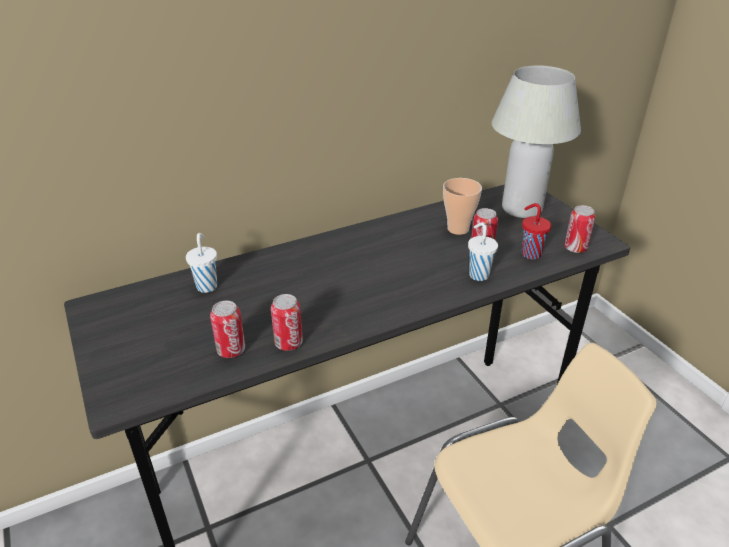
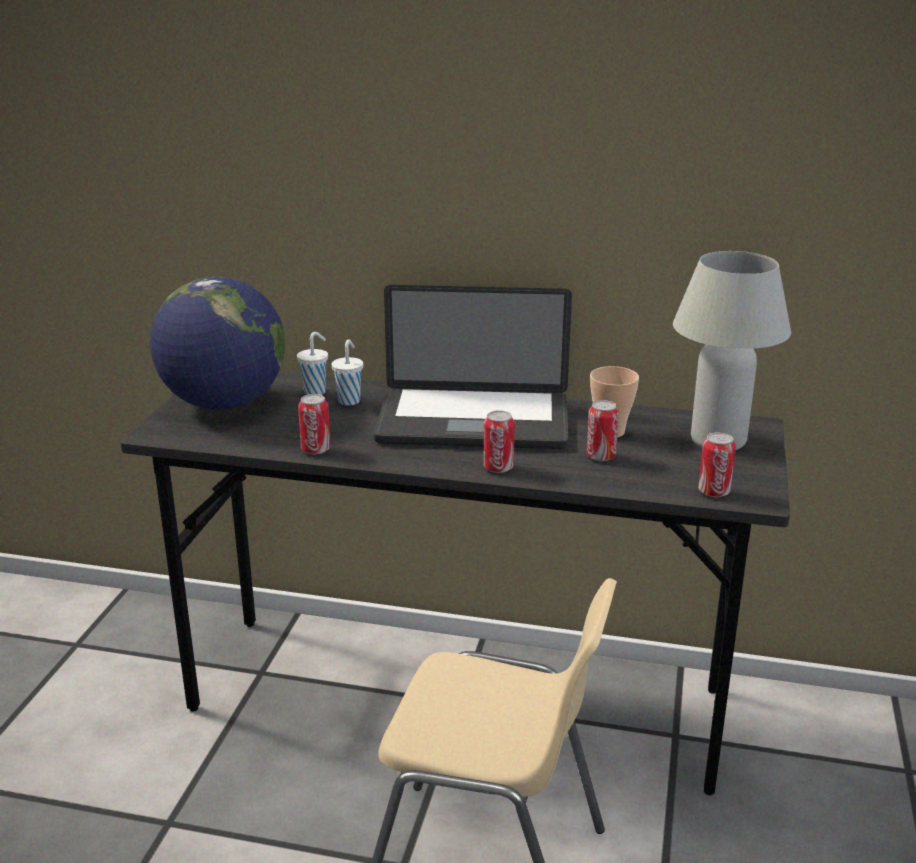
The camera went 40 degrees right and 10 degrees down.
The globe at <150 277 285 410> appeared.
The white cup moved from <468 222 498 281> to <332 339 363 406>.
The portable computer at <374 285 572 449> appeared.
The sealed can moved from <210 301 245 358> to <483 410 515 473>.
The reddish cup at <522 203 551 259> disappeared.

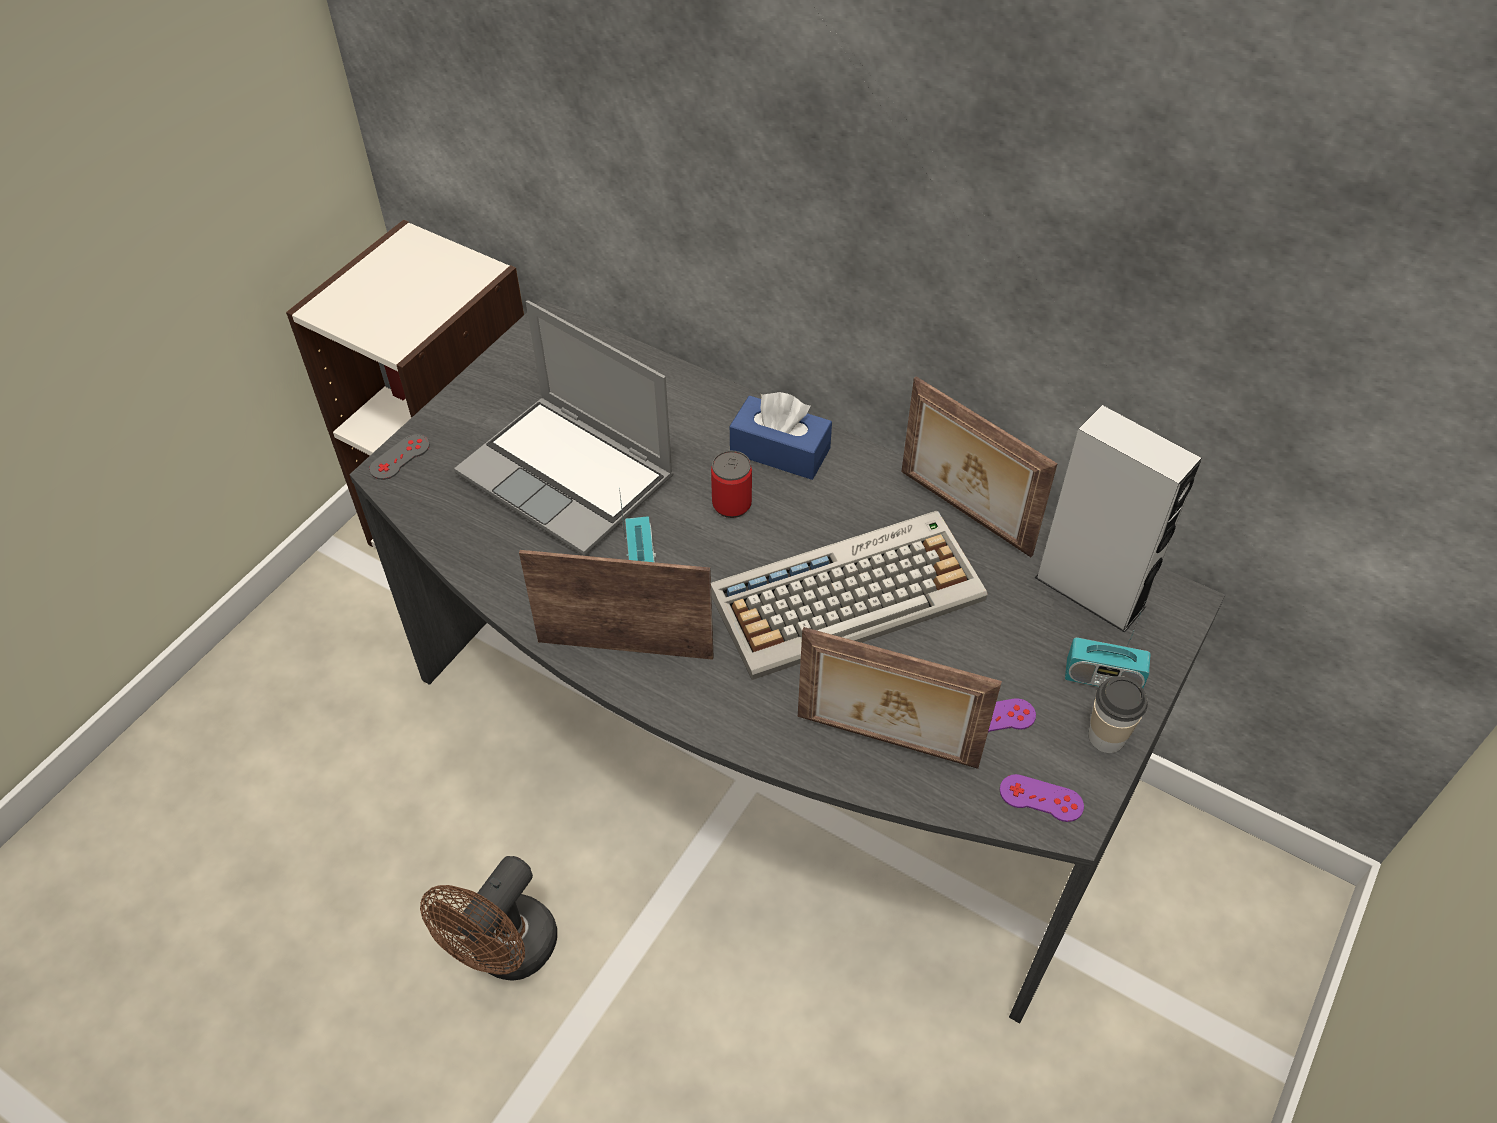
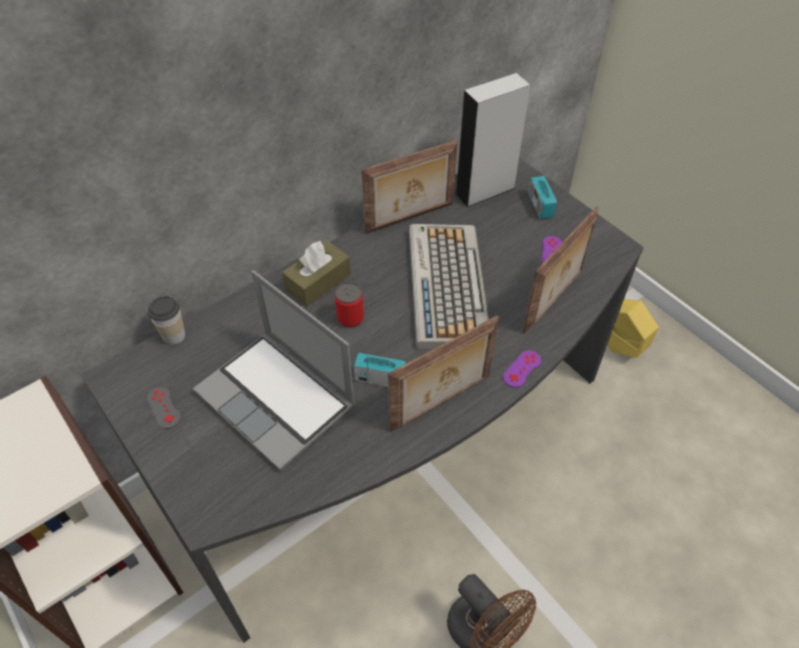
The camera went 70 degrees left and 0 degrees up.
The grey game controller moved from <369 434 430 480> to <147 387 181 429>.
The cup moved from <1088 676 1148 753> to <148 296 185 345>.
The portable computer at <454 301 673 556> turned 75 degrees clockwise.
The bluish tissue box at <730 392 832 480> became the brown tissue box at <282 240 351 307>.
The standing frame at <519 550 714 660> turned 150 degrees counterclockwise.
The purple game controller moved from <1000 774 1084 822> to <503 350 541 388>.
The radio at <1065 602 1151 688> turned 135 degrees clockwise.
The yellowish planter at <607 299 659 358> appeared.

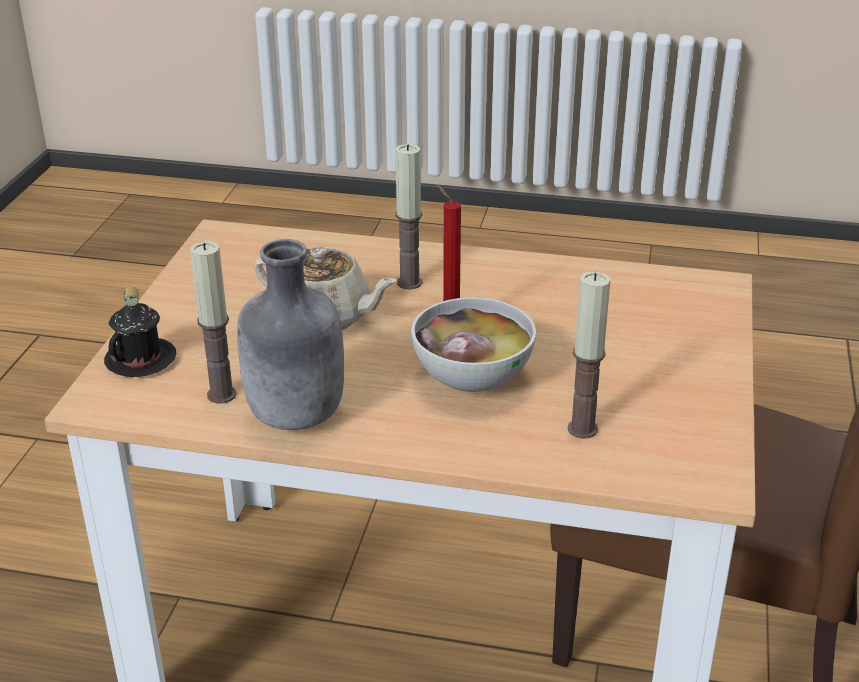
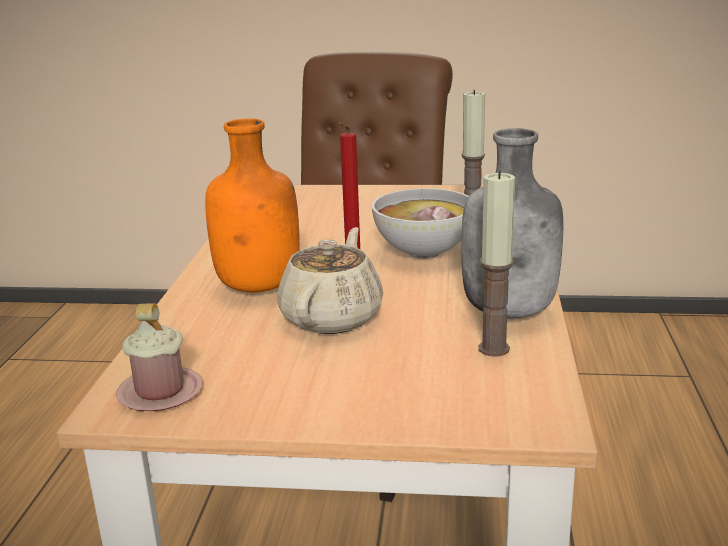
The camera went 95 degrees left and 10 degrees down.
The pink-coloured tea mug at <116 303 203 411> appeared.
The candle at <395 144 422 290> was replaced by the orange beverage bottle at <205 119 300 293>.
The black tea mug at <104 287 177 377> disappeared.

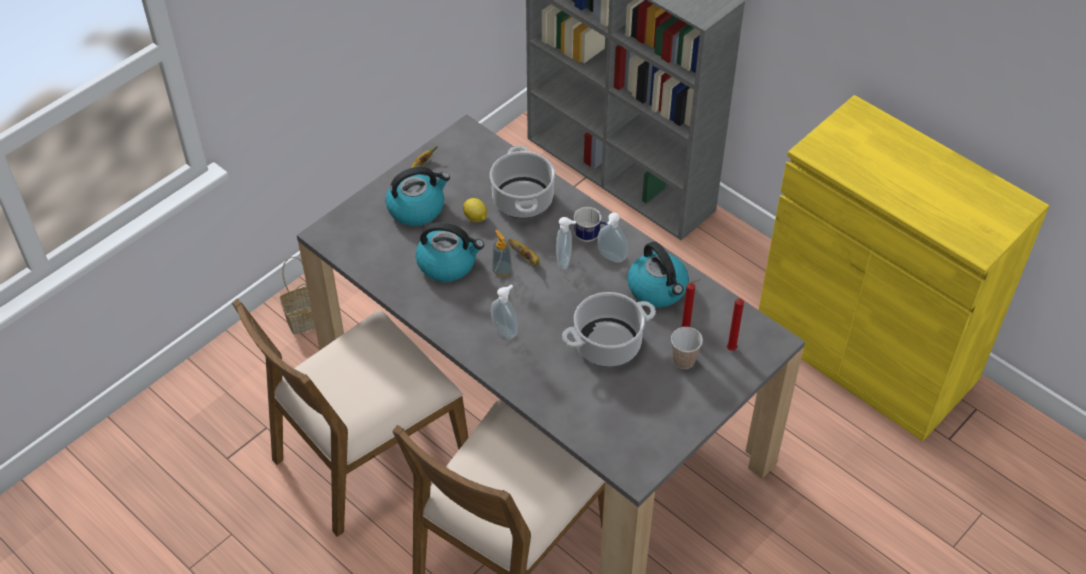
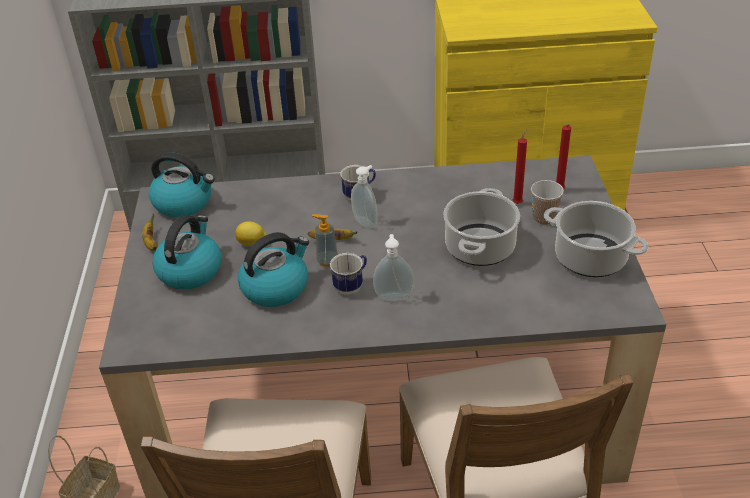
The camera went 45 degrees left and 10 degrees down.
The tea kettle moved from <627 241 689 307> to <149 152 215 217>.
The tea mug at <330 253 367 295> appeared.
The saucepot moved from <490 146 555 218> to <544 201 649 277>.
The liquid soap bottle at <598 213 628 263> disappeared.

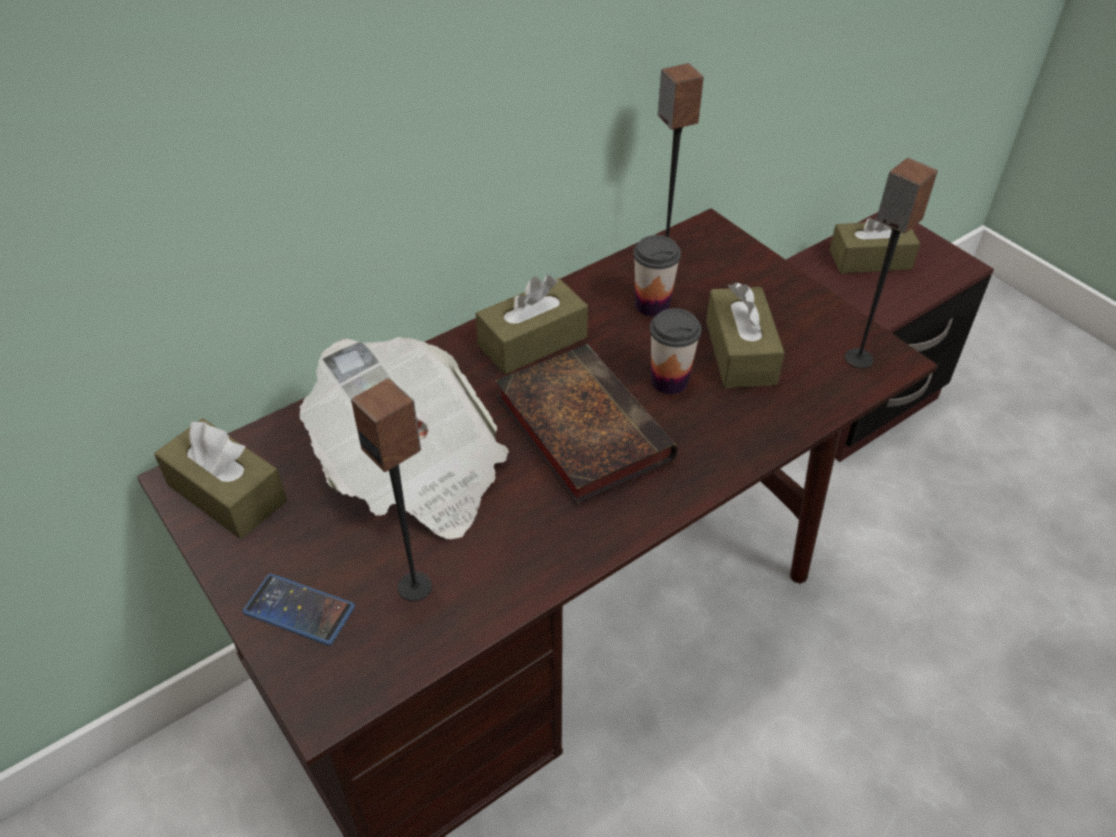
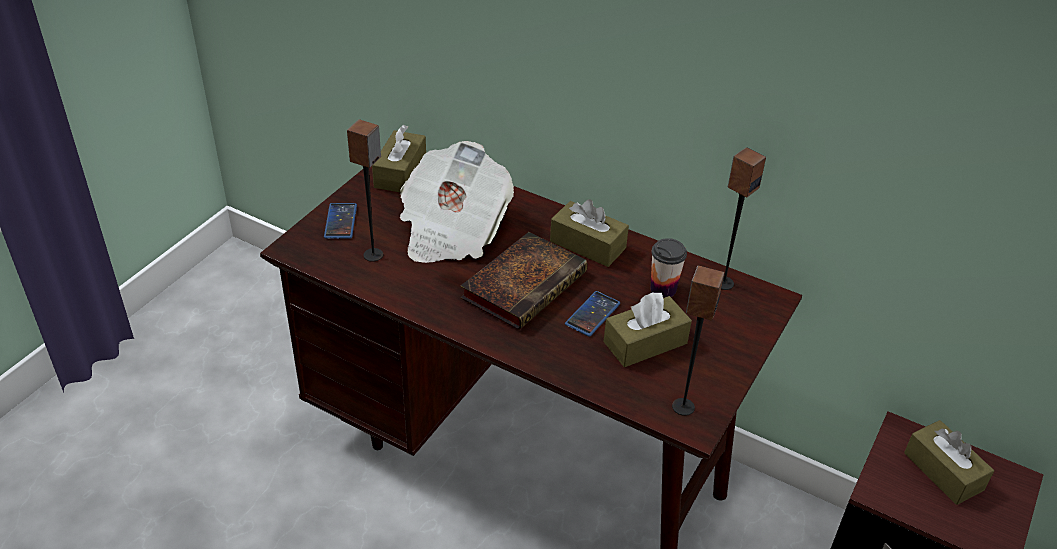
The camera went 65 degrees right and 5 degrees down.
The cup at <650 308 701 394> was replaced by the handset at <565 291 620 337>.

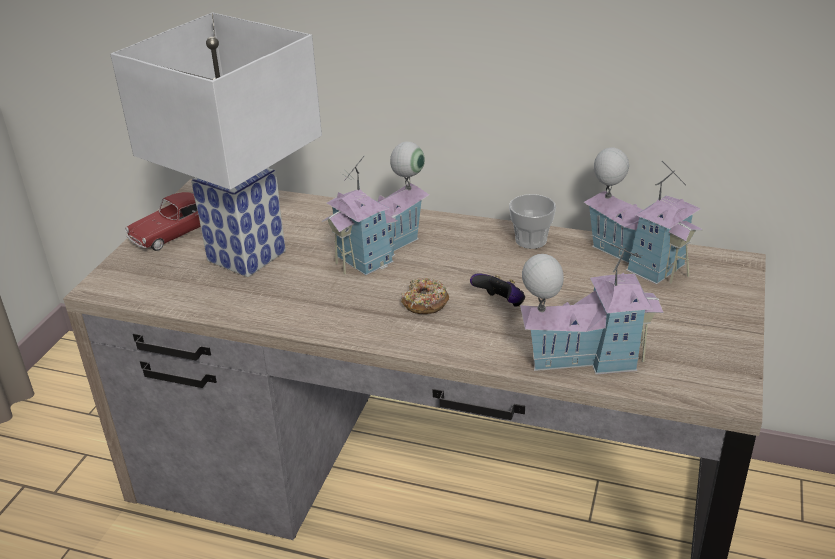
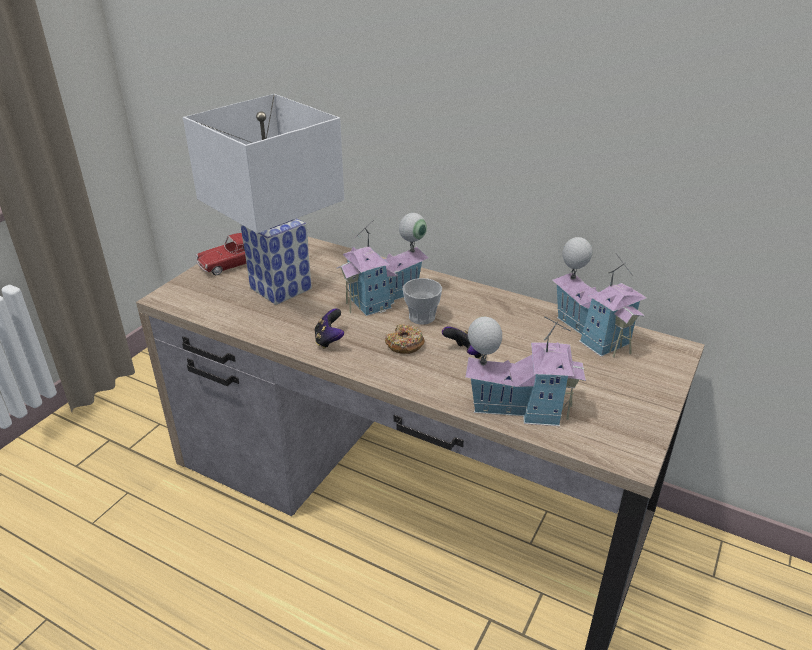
The camera went 10 degrees right and 0 degrees up.
The game controller at <314 308 344 349> appeared.
The cup moved from <509 194 556 249> to <403 278 442 325>.

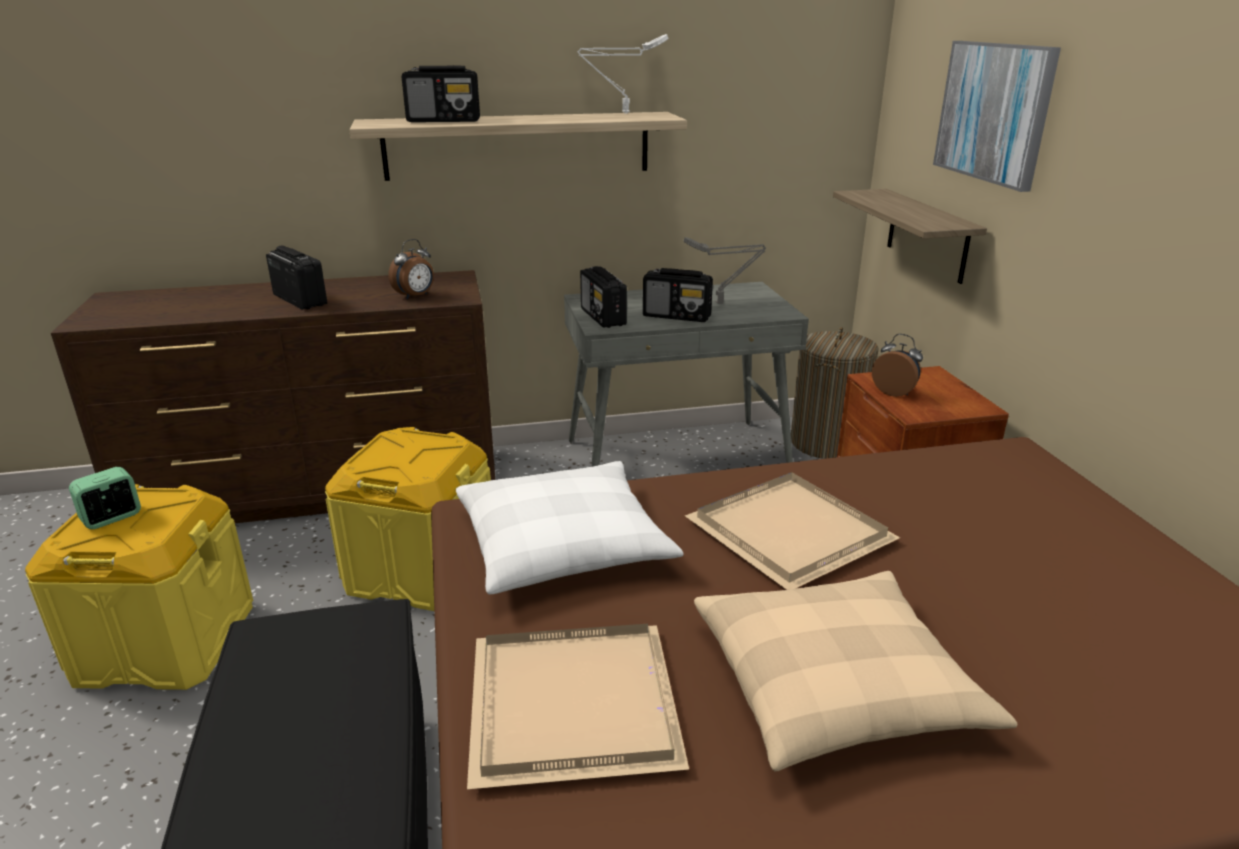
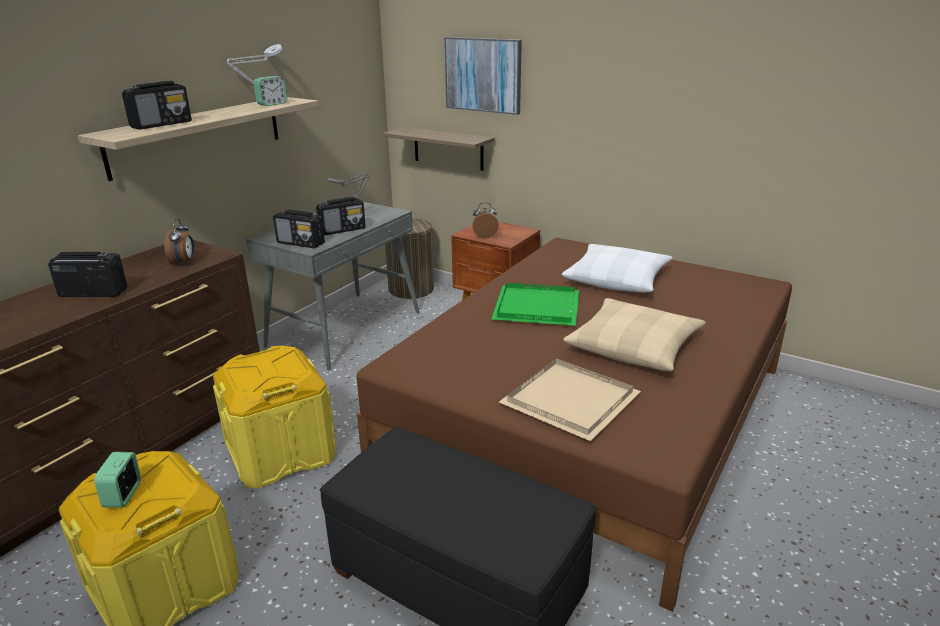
The camera went 45 degrees left and 0 degrees up.
The bedside clock at <253 76 287 106> appeared.
The beige tray at <685 472 900 590> became the green-coloured tray at <491 283 579 326>.
The white cushion moved from <456 461 684 595> to <562 244 673 293>.

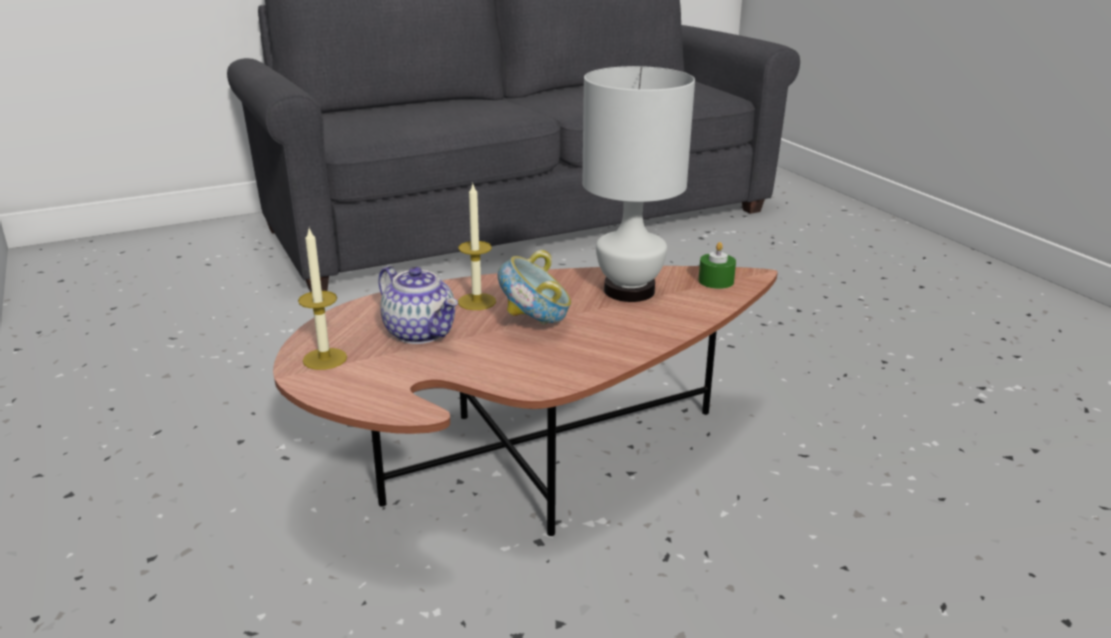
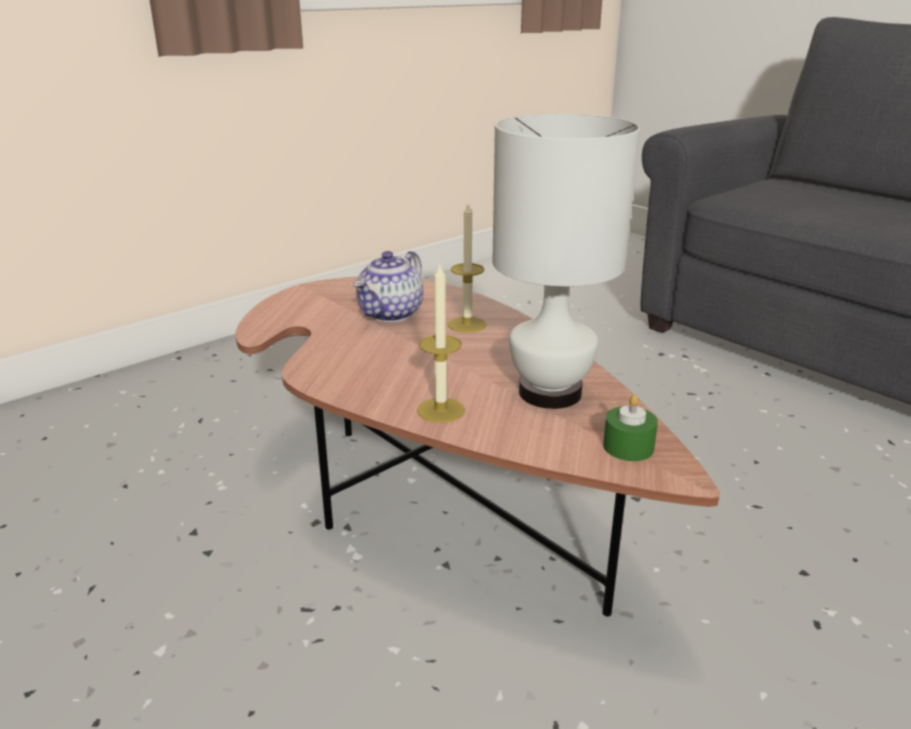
The camera went 75 degrees right and 0 degrees up.
The candle moved from <298 229 347 370> to <417 262 465 423>.
The bowl at <498 250 571 325> disappeared.

